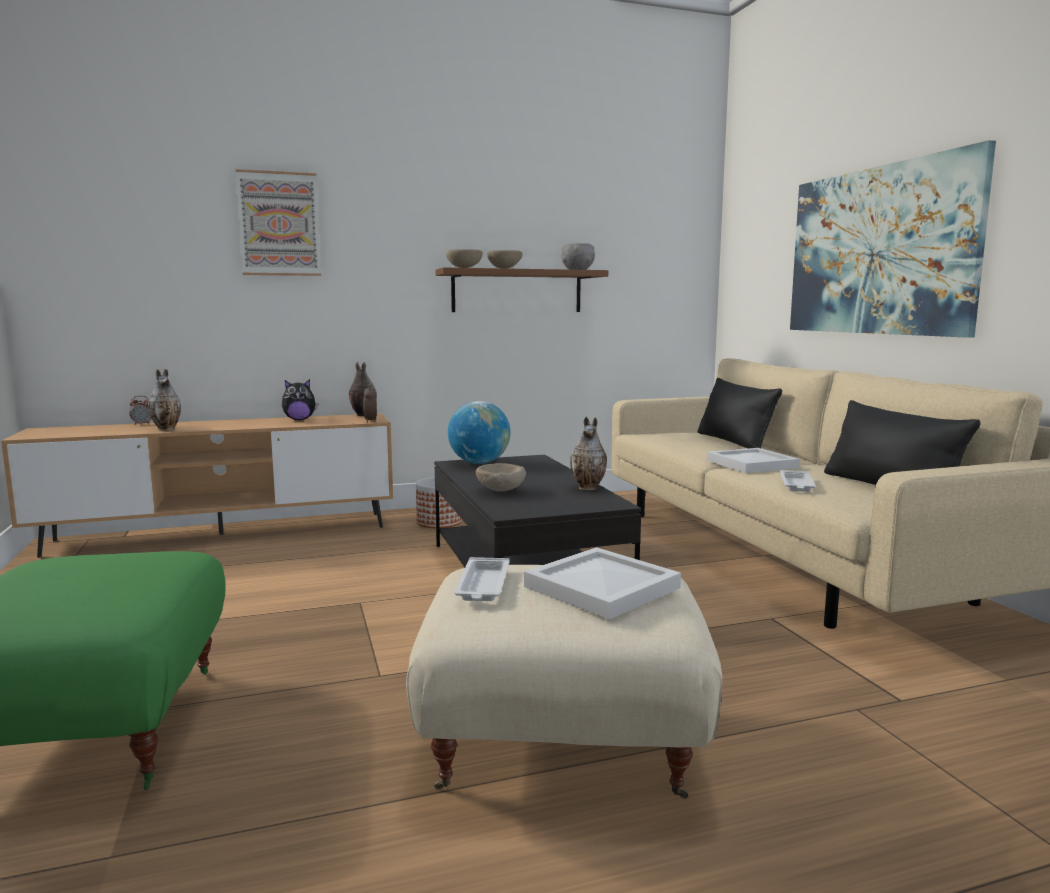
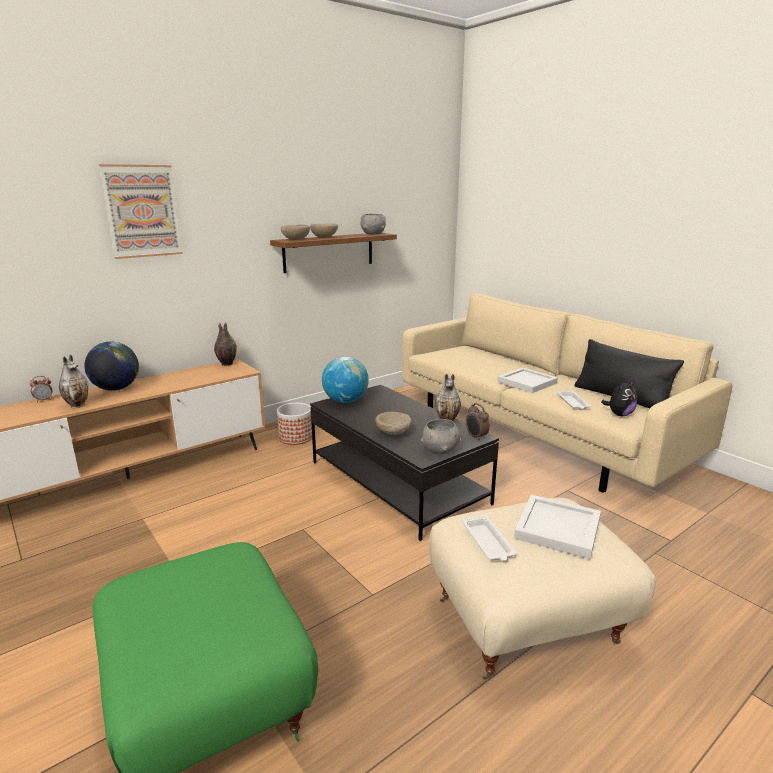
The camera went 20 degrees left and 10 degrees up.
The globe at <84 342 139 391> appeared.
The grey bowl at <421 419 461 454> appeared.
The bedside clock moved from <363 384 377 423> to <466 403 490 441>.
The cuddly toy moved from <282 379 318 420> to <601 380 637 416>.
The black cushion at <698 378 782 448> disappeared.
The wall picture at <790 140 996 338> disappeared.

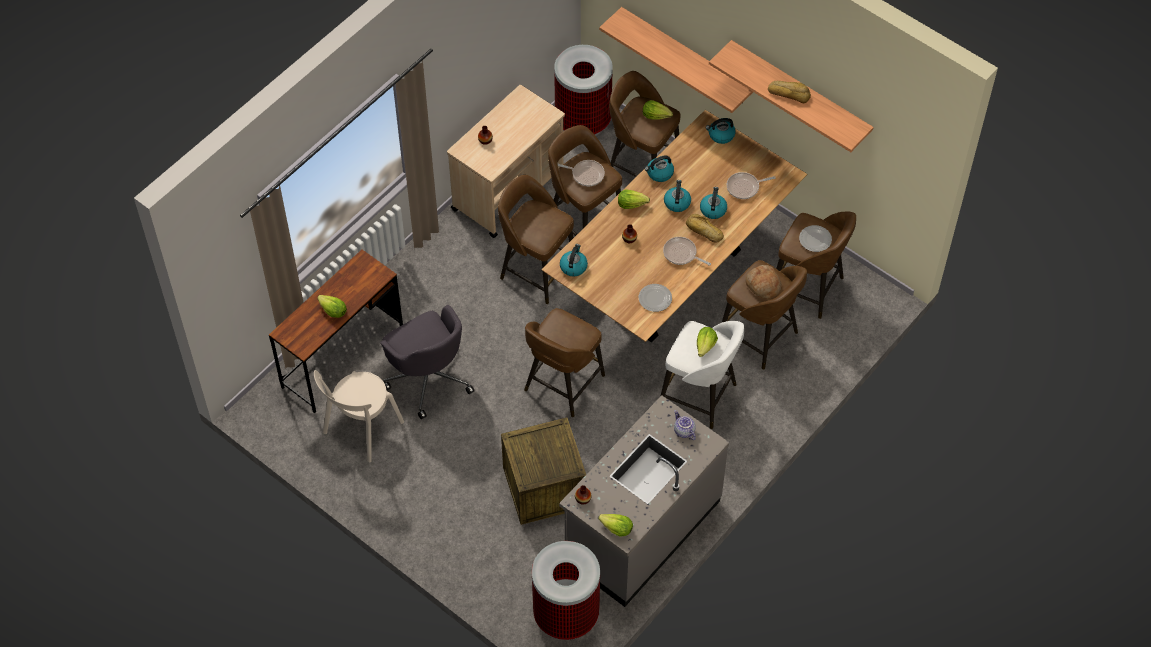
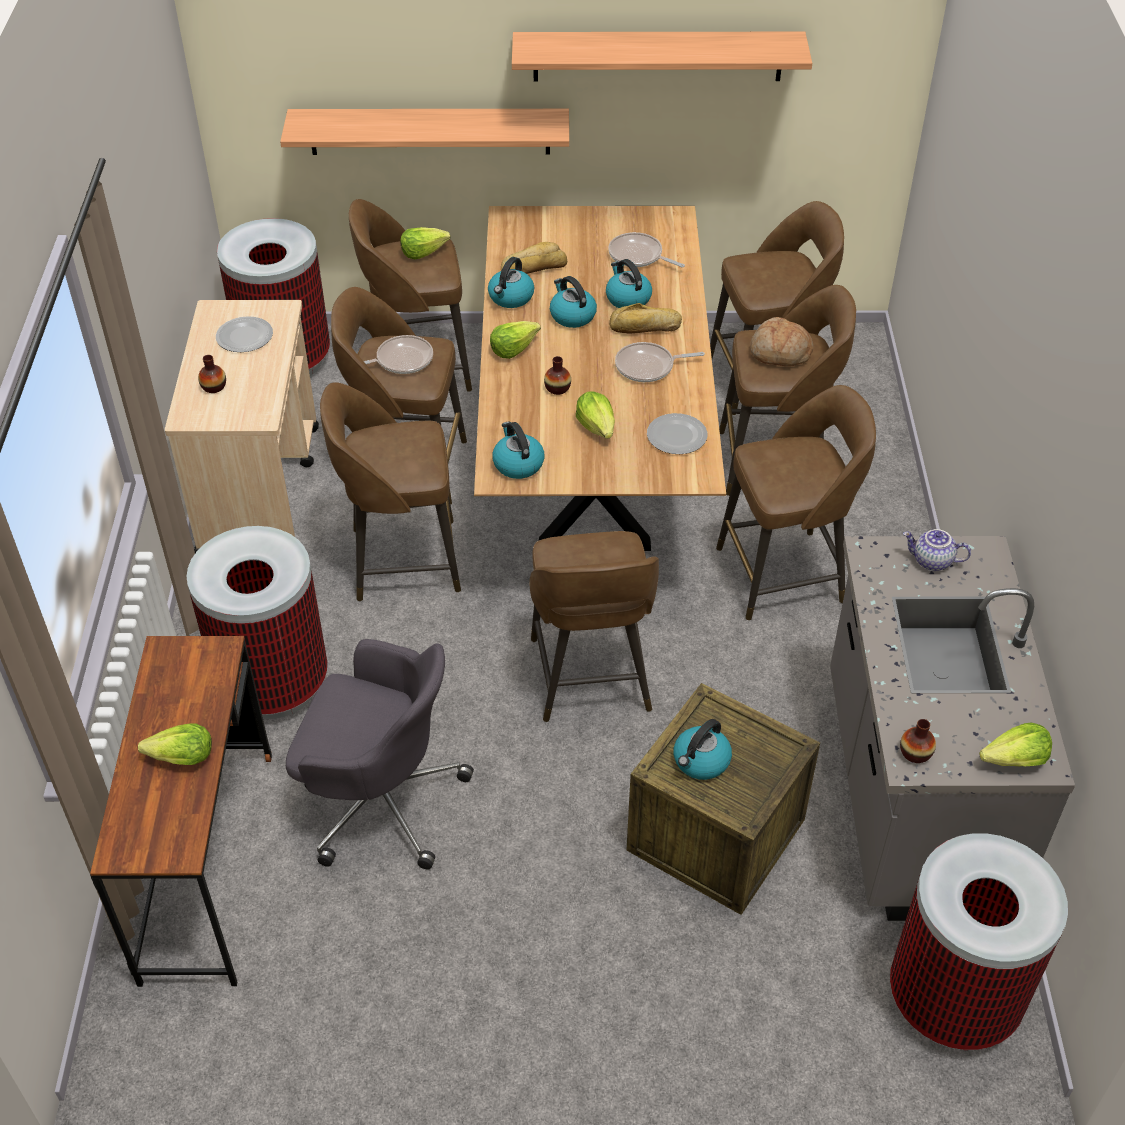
The camera went 40 degrees left and 10 degrees down.
The rubbish bin at <187 526 327 719> appeared.
The dinner plate moved from <799 225 832 252> to <216 316 273 352>.
The bread moved from <768 81 811 103> to <501 242 567 274>.
The lettuce moved from <697 327 718 357> to <576 391 615 439>.
The frying pan at <727 172 776 199> turned 90 degrees clockwise.
The tea kettle moved from <705 118 736 144> to <674 719 732 780>.
The white stool at <661 321 744 429> became the brown stool at <716 385 876 620>.
The beige upright chair at <314 370 404 462> disappeared.

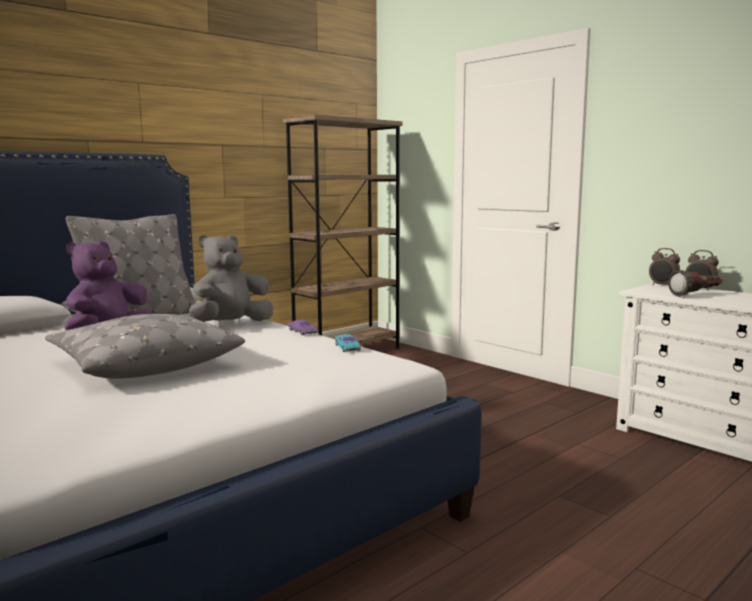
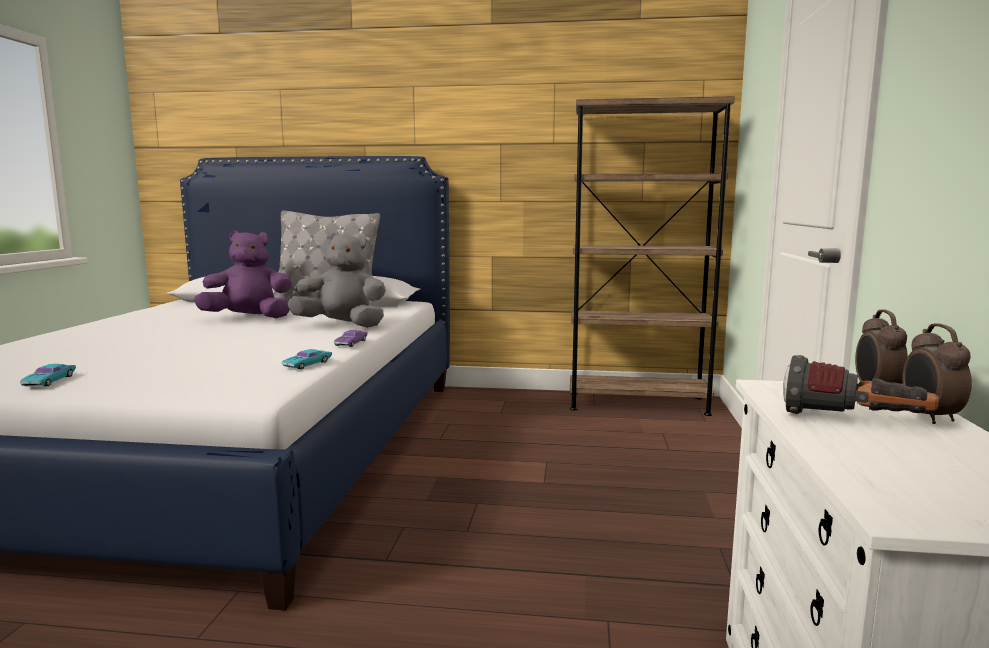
The camera went 50 degrees right and 0 degrees up.
The blue-green model car at <20 364 76 386> appeared.
The grey cushion at <45 314 245 379> disappeared.

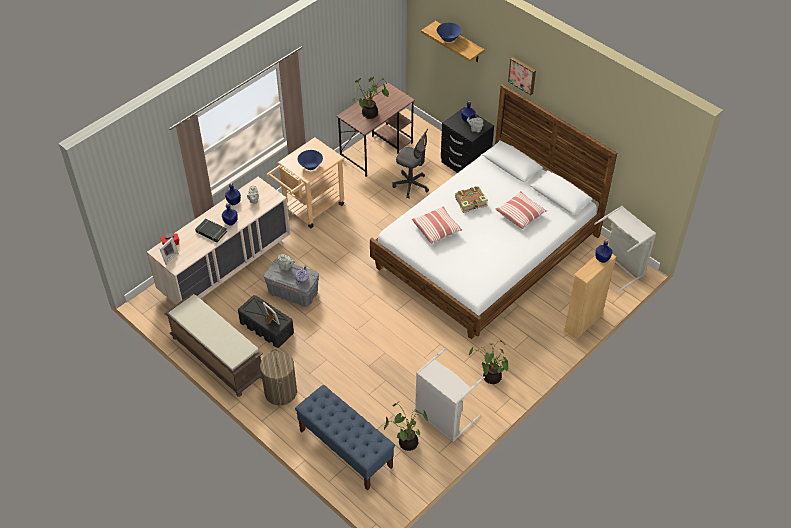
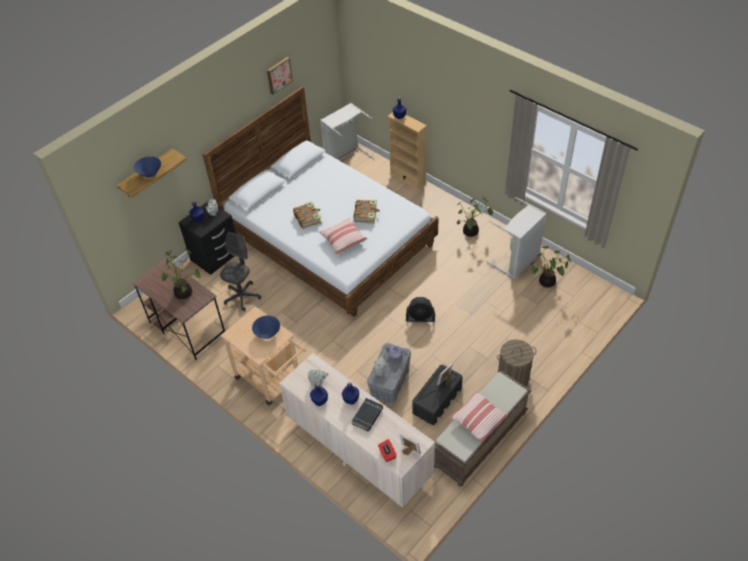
The camera went 90 degrees left and 0 degrees up.
The wall picture moved from <508 57 536 95> to <267 57 293 95>.
The book at <354 199 380 224> appeared.
The black fan at <406 297 435 322> appeared.
The cushion moved from <496 191 547 229> to <449 391 508 443>.
The bluish bench at <295 385 395 491> disappeared.

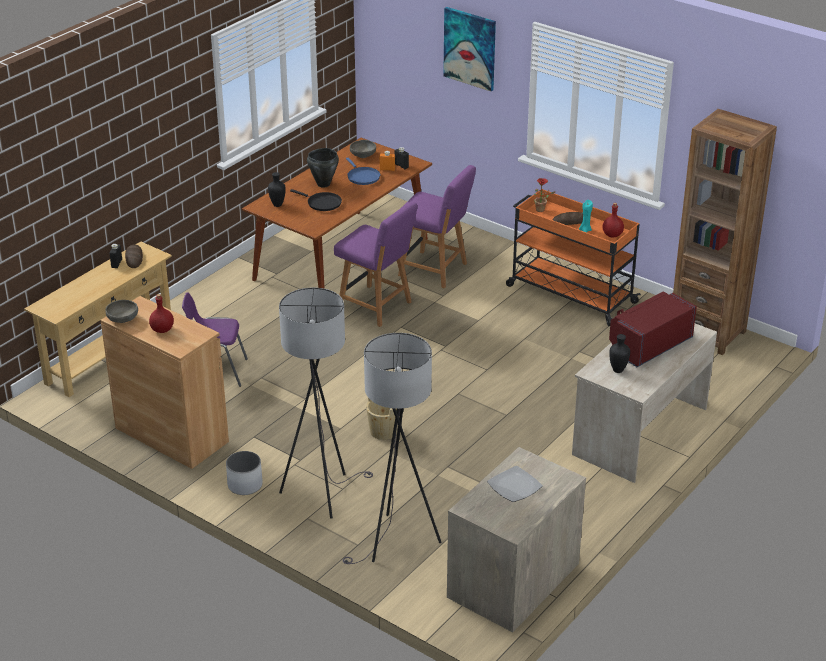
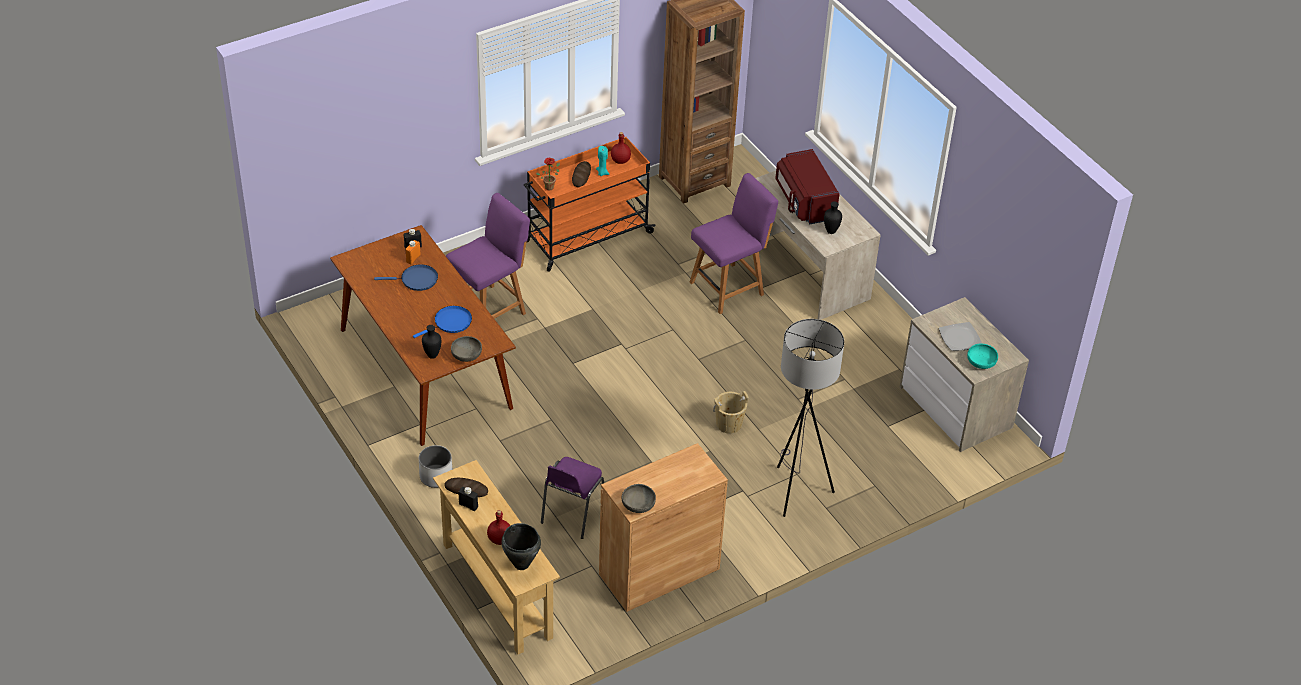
The camera went 70 degrees left and 10 degrees up.
The black frying pan at <290 189 342 211> became the bluish frying pan at <413 306 472 338>.
The white planter moved from <226 451 263 495> to <419 445 453 488>.
The grey bowl moved from <350 140 376 158> to <451 336 482 362>.
The reddish beverage bottle moved from <149 294 174 333> to <487 510 510 545>.
The black saucepot moved from <307 148 339 188> to <502 523 541 570>.
The purple upright chair moved from <334 202 417 327> to <690 173 778 314>.
The blue-green bowl at <967 344 998 369> appeared.
The grey standard lamp at <343 333 441 564> disappeared.
The wall picture at <443 7 496 91> disappeared.

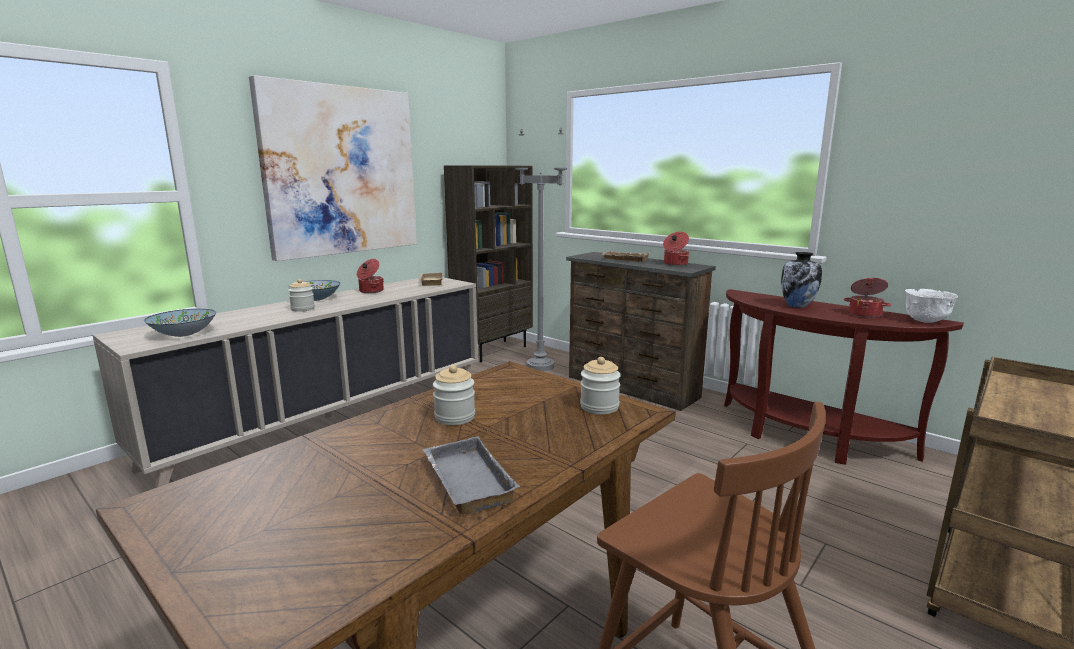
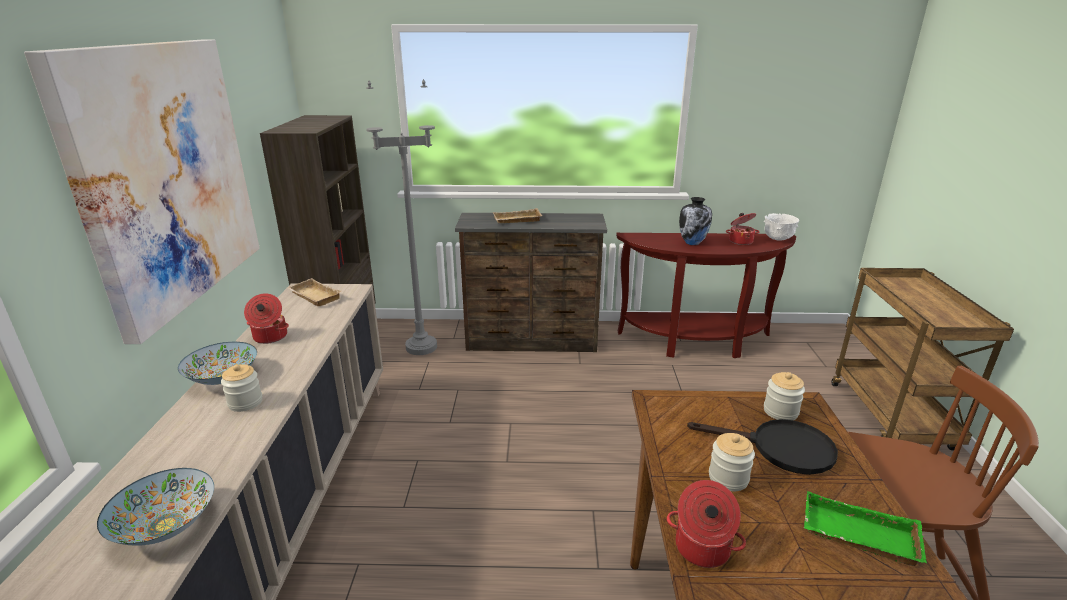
The camera went 40 degrees left and 10 degrees up.
The saucepot moved from <663 232 689 266> to <667 480 746 568>.
The black frying pan at <687 419 838 475> appeared.
The grey tray at <423 436 520 515> became the green-coloured tray at <804 491 927 566>.

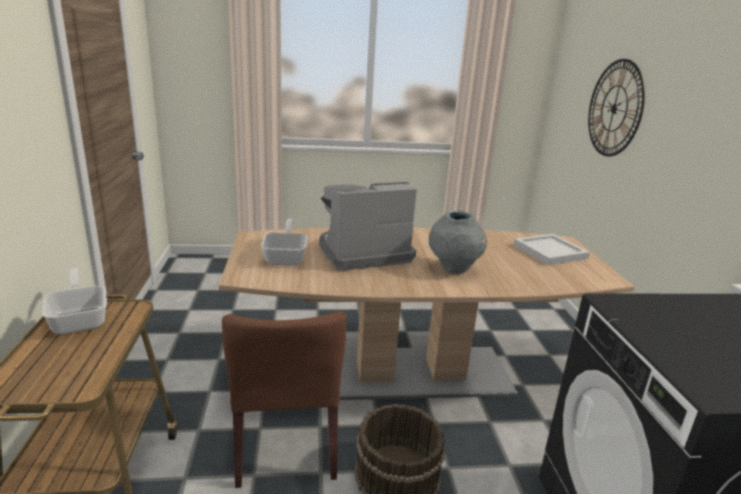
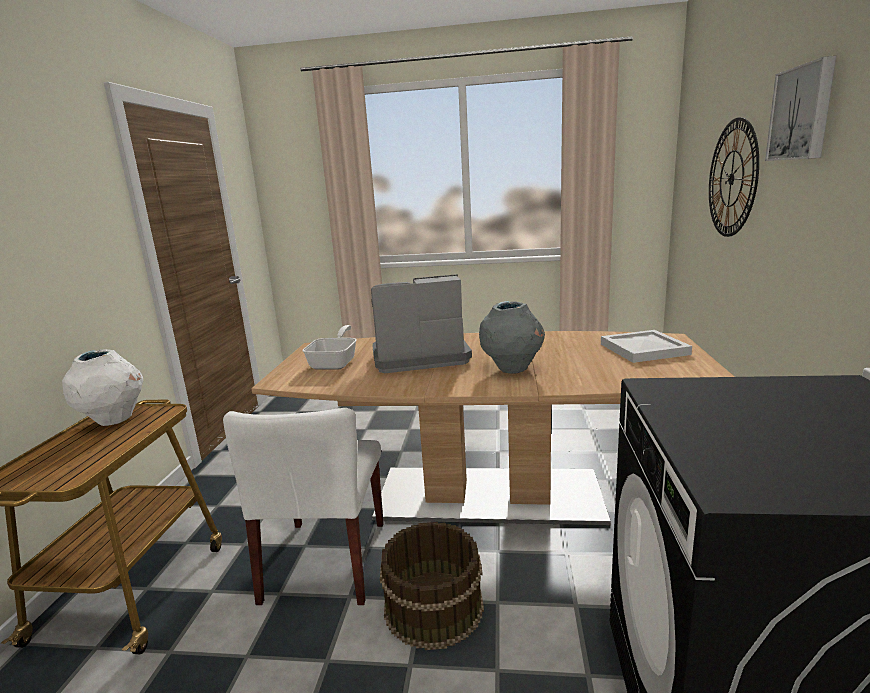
The camera went 15 degrees right and 5 degrees down.
The frying pan at <42 268 107 334> was replaced by the white flower vase at <62 349 143 426>.
The brown upright chair at <222 311 347 488> became the white upright chair at <223 408 384 605>.
The wall picture at <765 56 836 161> appeared.

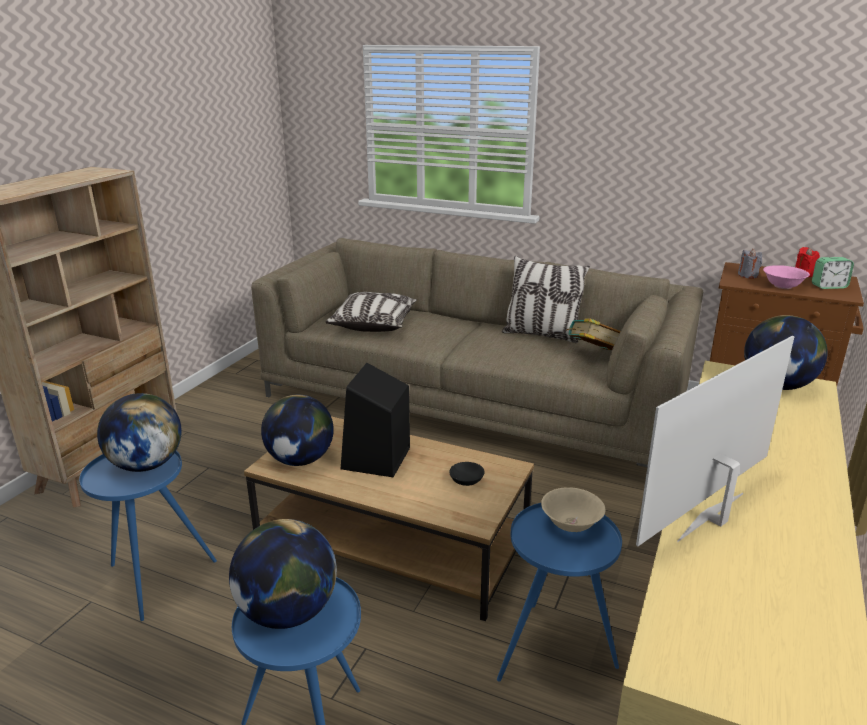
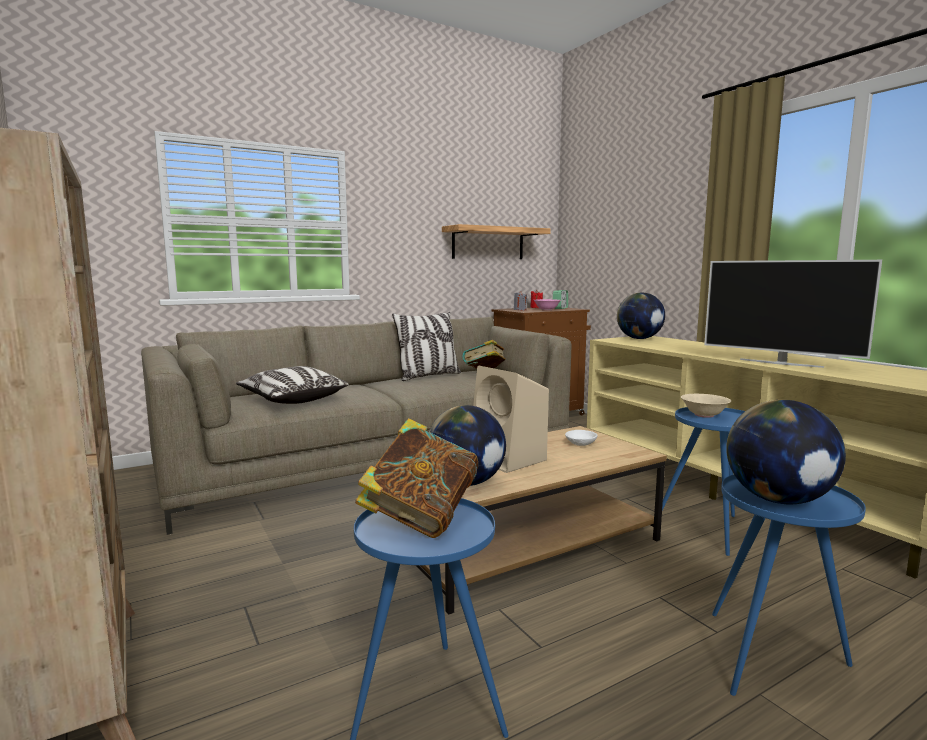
The camera went 55 degrees left and 15 degrees down.
The globe at <97 393 182 472> was replaced by the book at <355 418 478 538>.
The wall shelf at <442 224 551 259> appeared.
The black loudspeaker at <341 363 410 477> became the beige loudspeaker at <473 366 549 473>.
The black bowl at <449 462 485 486> became the white bowl at <565 430 597 446>.
The TV set at <636 336 795 546> turned 45 degrees counterclockwise.

